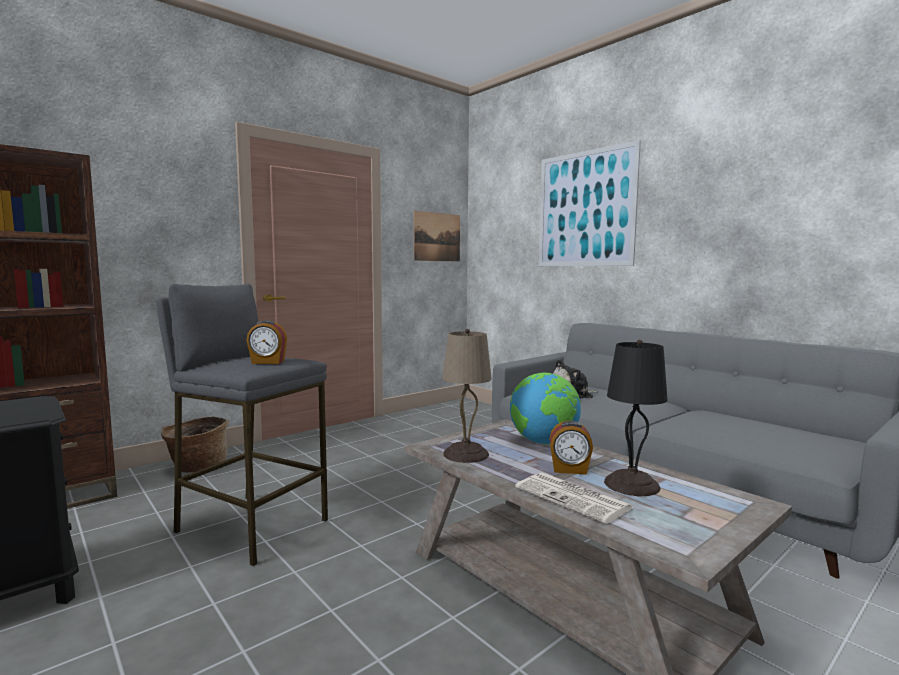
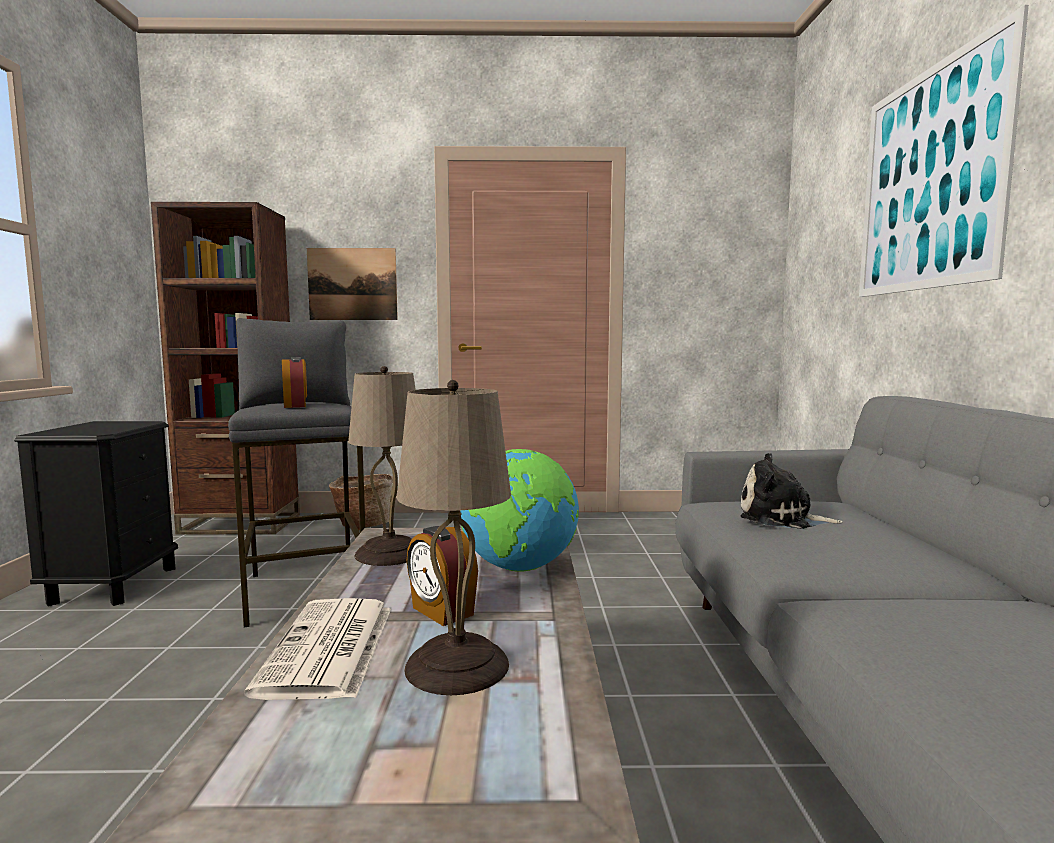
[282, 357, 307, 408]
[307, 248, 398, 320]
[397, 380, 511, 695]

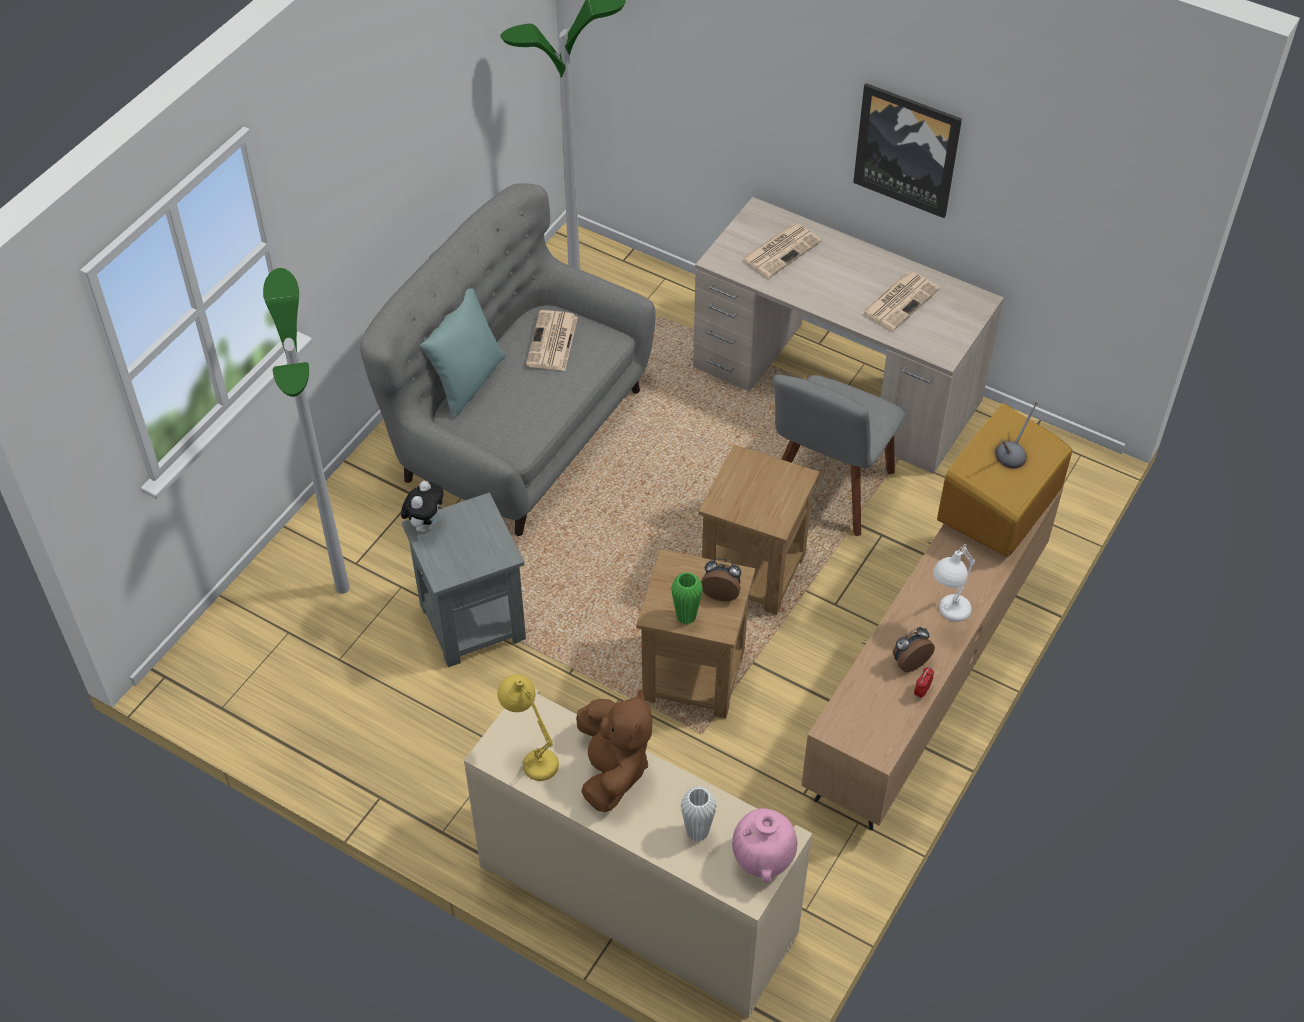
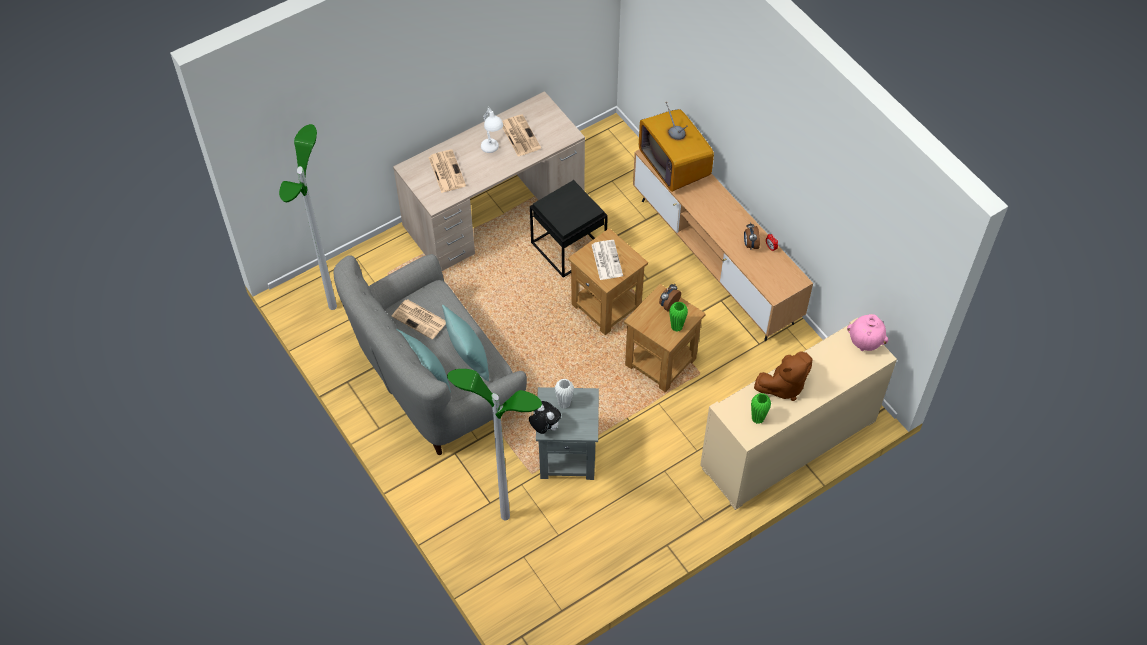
[442, 305, 489, 381]
[481, 106, 503, 153]
[530, 180, 608, 278]
[555, 379, 574, 409]
[592, 240, 623, 280]
[751, 393, 771, 424]
[754, 351, 812, 401]
[853, 83, 962, 218] (first image)

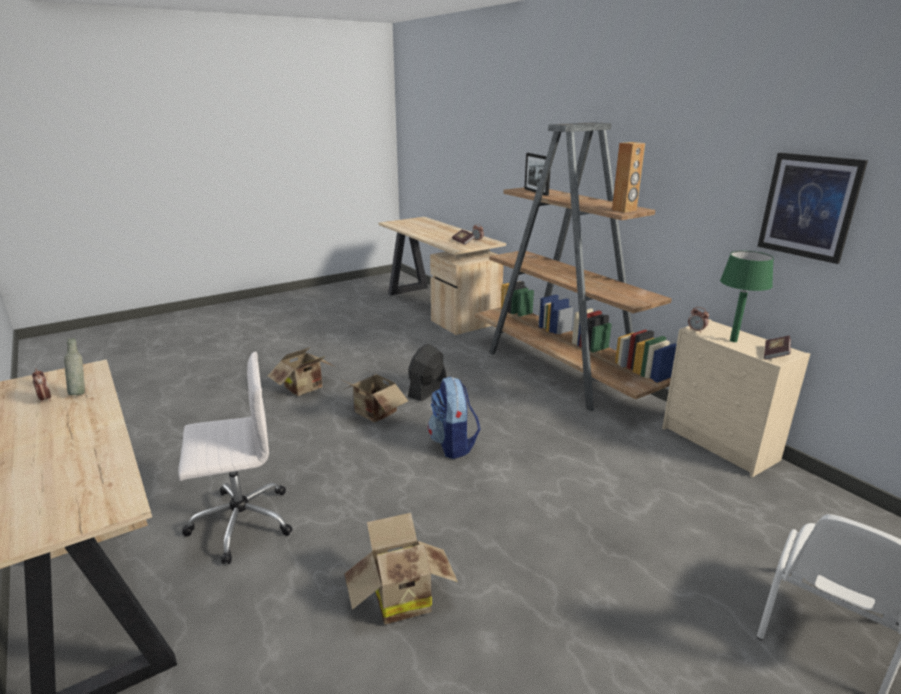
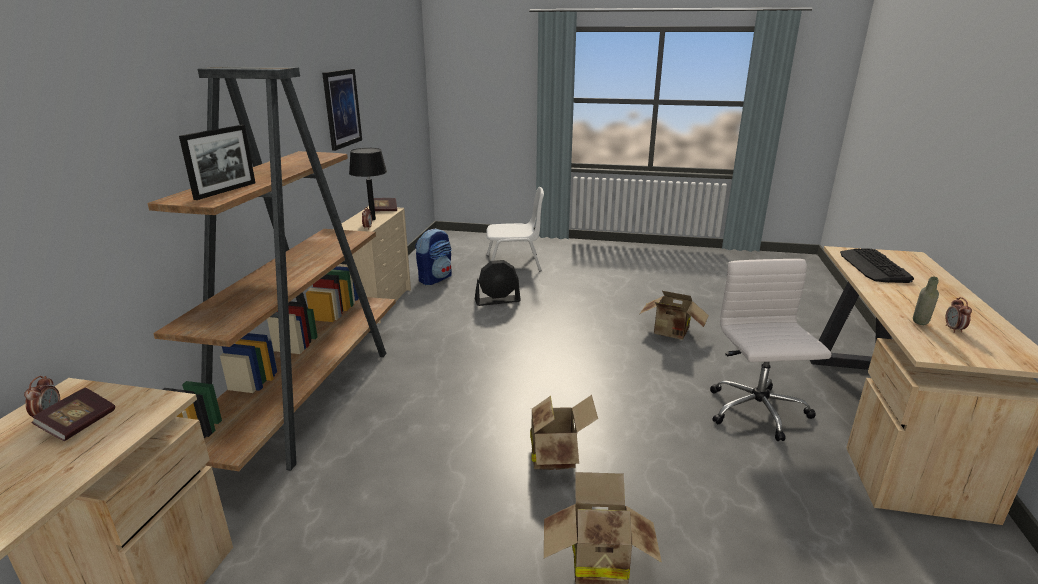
[349, 148, 387, 220]
[415, 228, 452, 285]
[475, 260, 521, 306]
[710, 259, 831, 441]
[840, 248, 914, 283]
[612, 142, 645, 213] (first image)

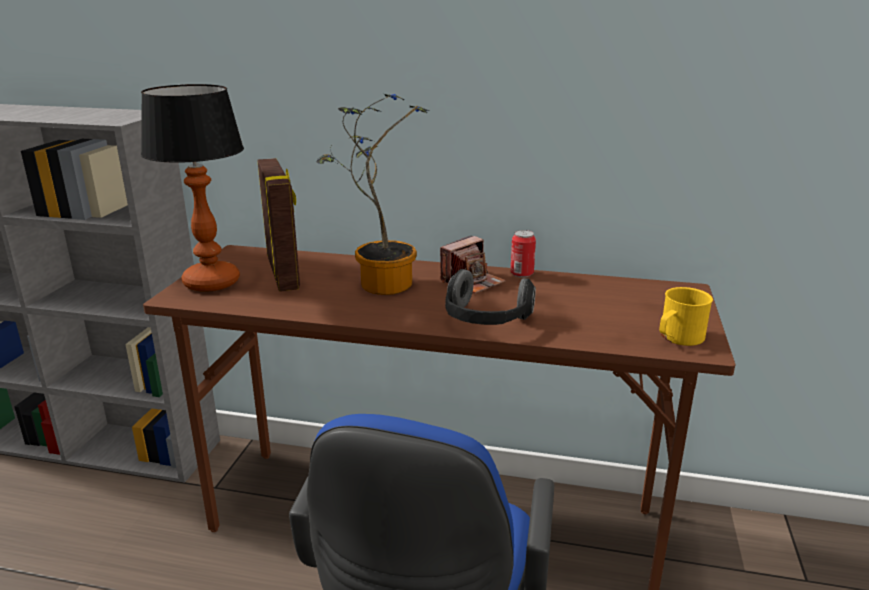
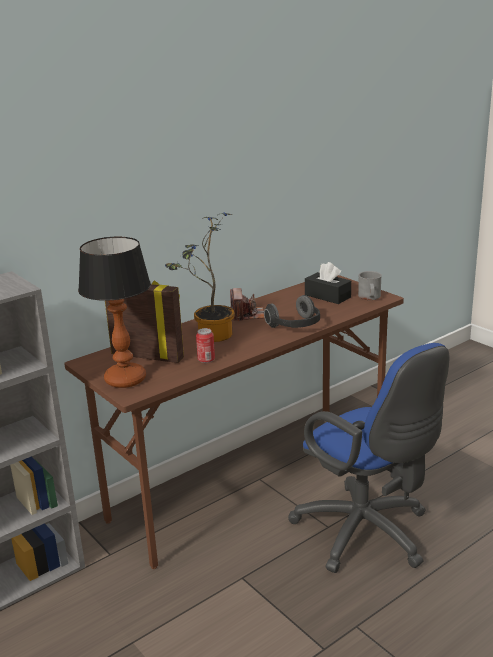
[196, 328, 215, 363]
[305, 262, 351, 304]
[358, 271, 382, 300]

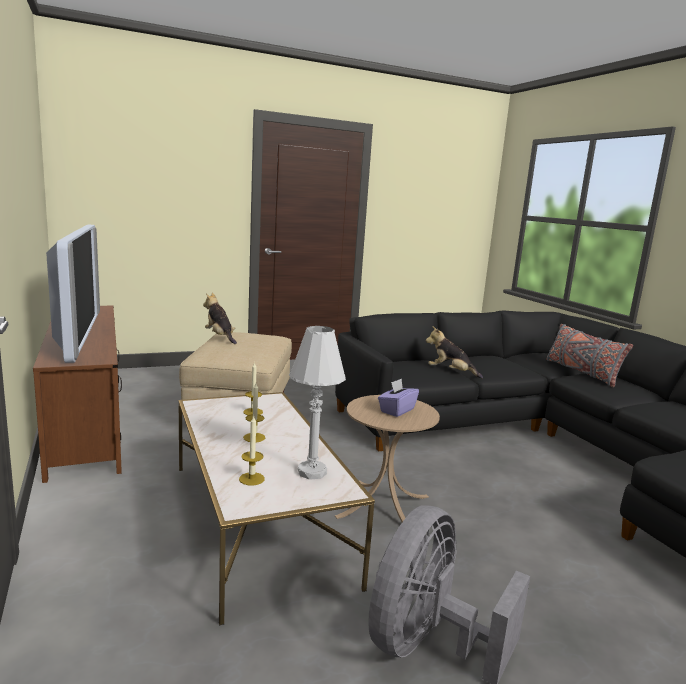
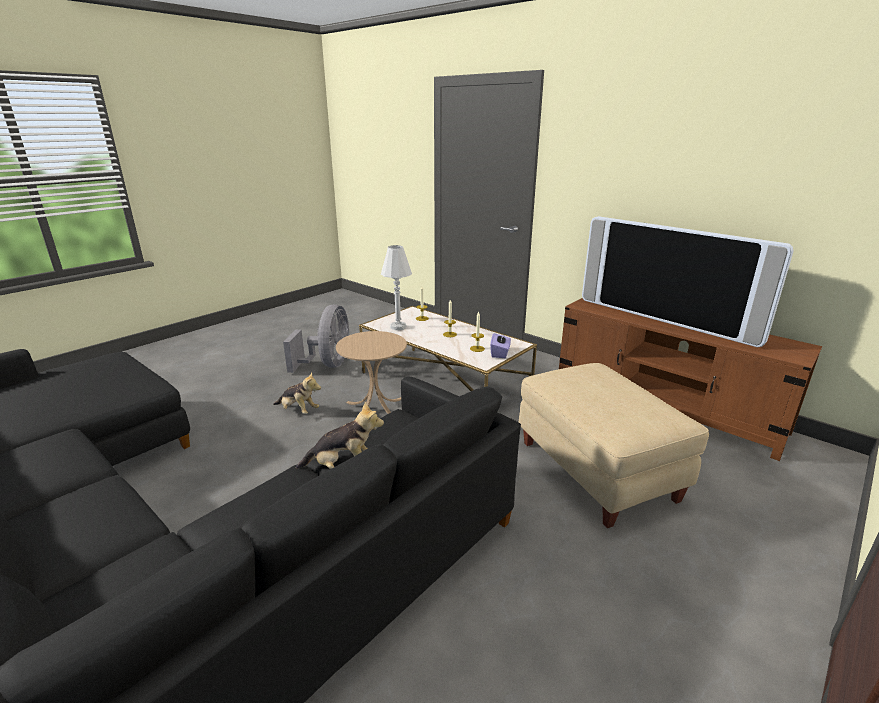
[273, 372, 321, 414]
[490, 332, 511, 358]
[546, 324, 633, 388] (first image)

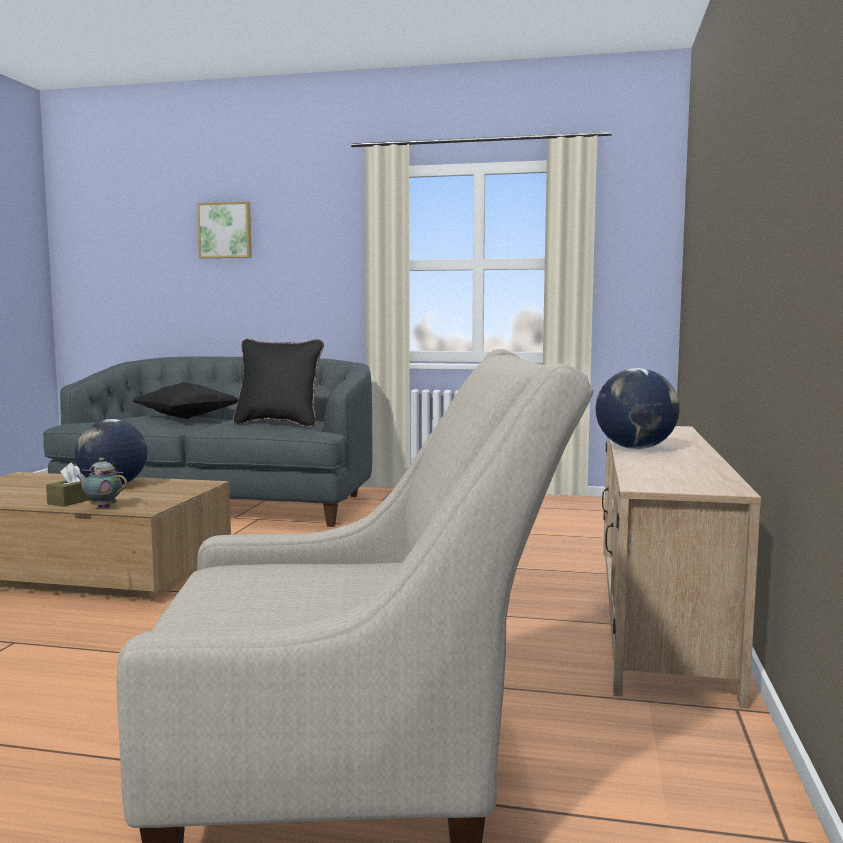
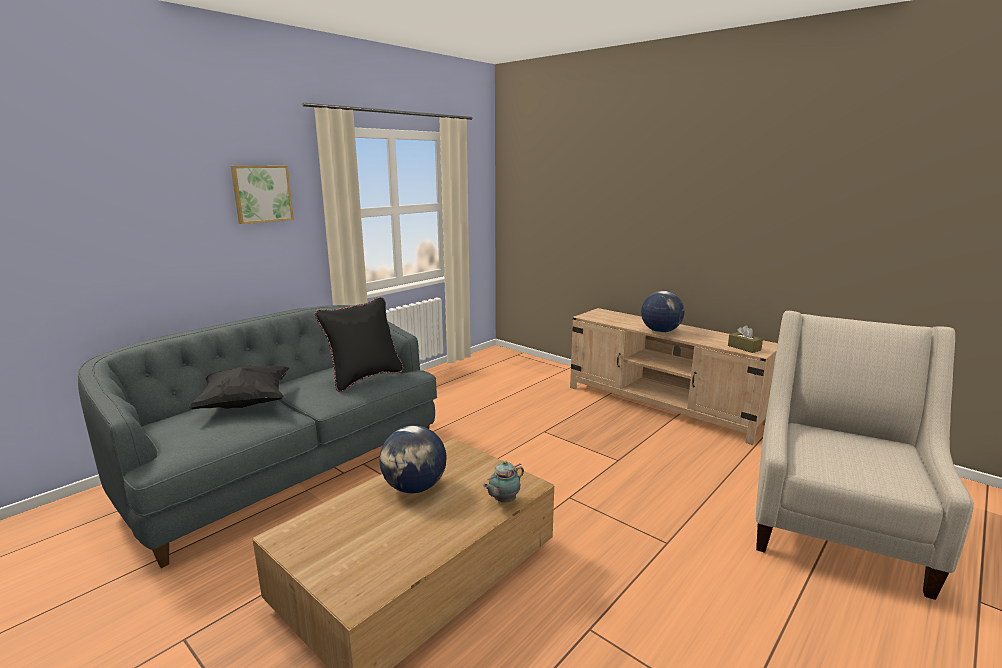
[231, 166, 294, 224]
[728, 325, 763, 353]

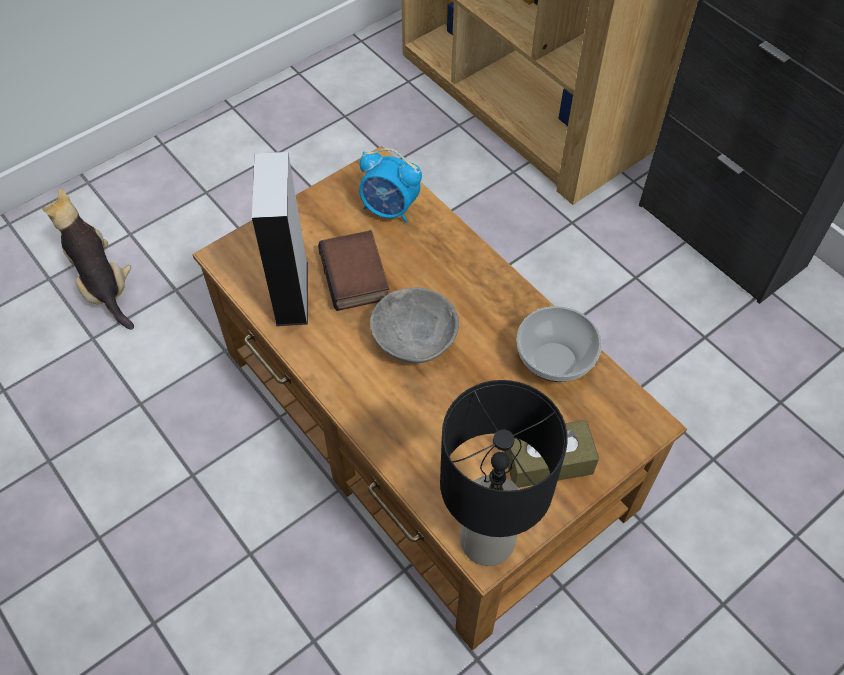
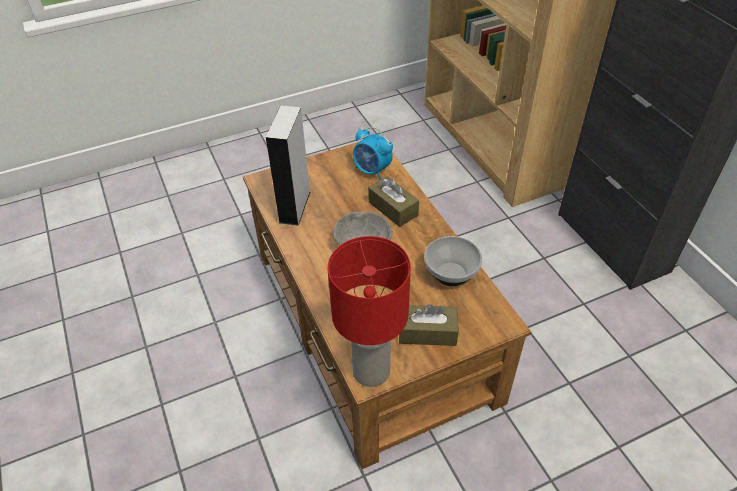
[328, 236, 411, 387]
[368, 176, 419, 227]
[42, 189, 134, 330] (first image)
[318, 230, 389, 311] (first image)

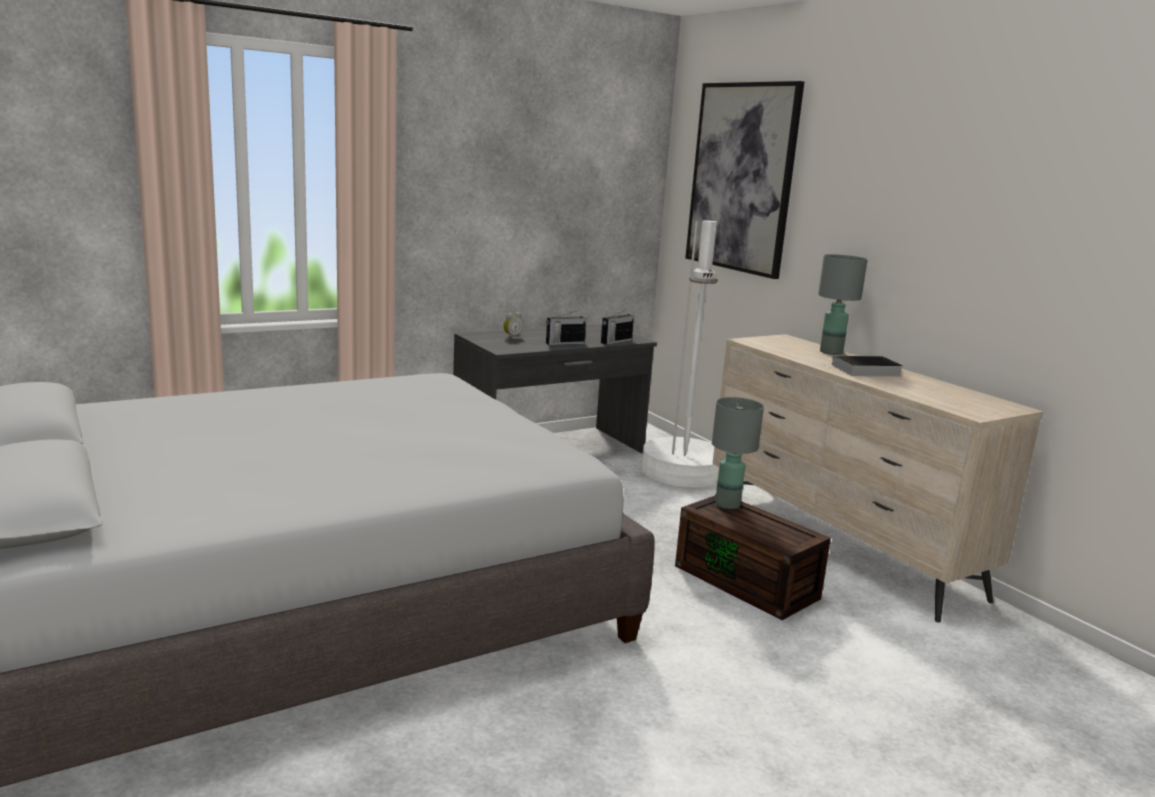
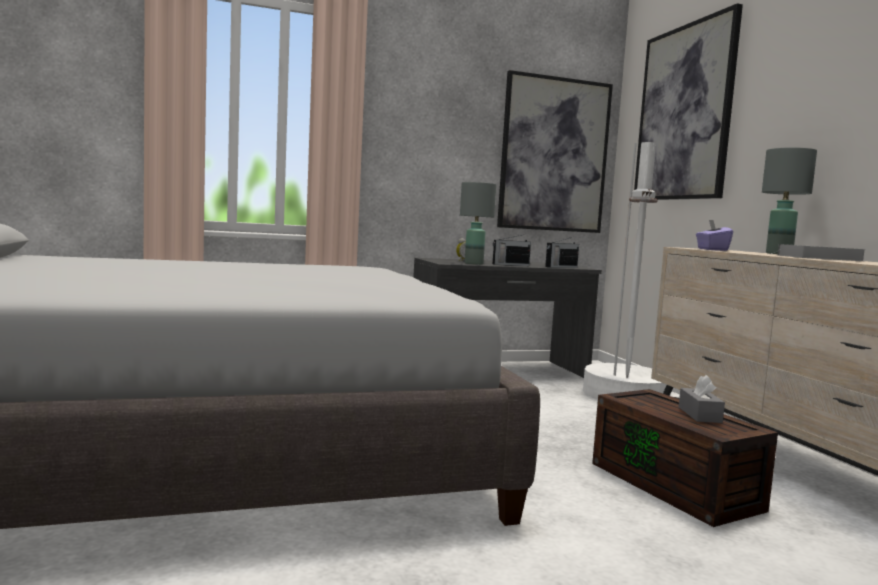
[460, 182, 496, 265]
[497, 70, 613, 233]
[679, 375, 725, 423]
[696, 220, 733, 251]

